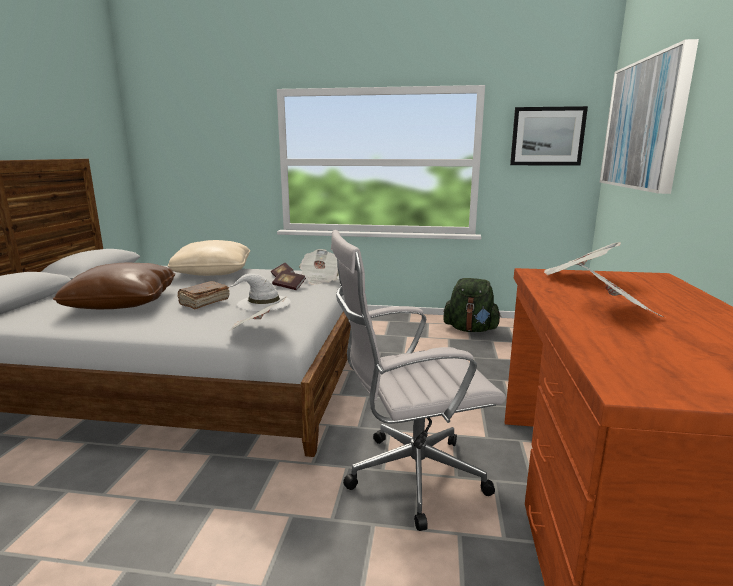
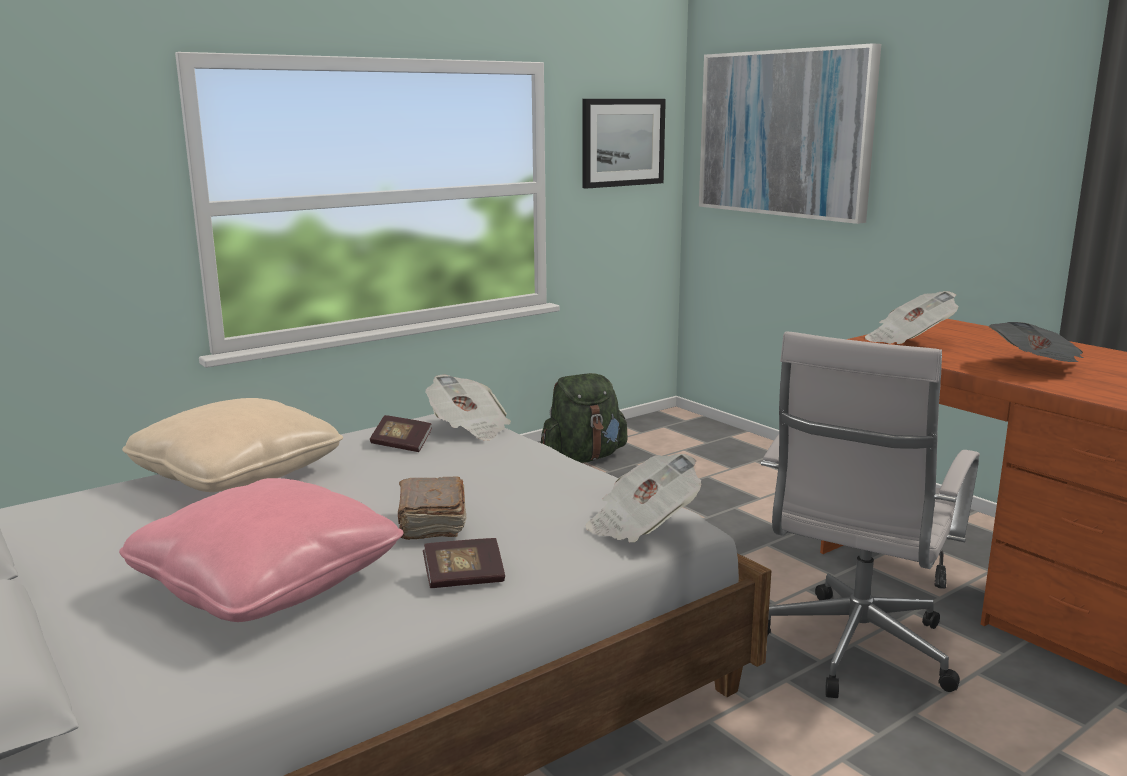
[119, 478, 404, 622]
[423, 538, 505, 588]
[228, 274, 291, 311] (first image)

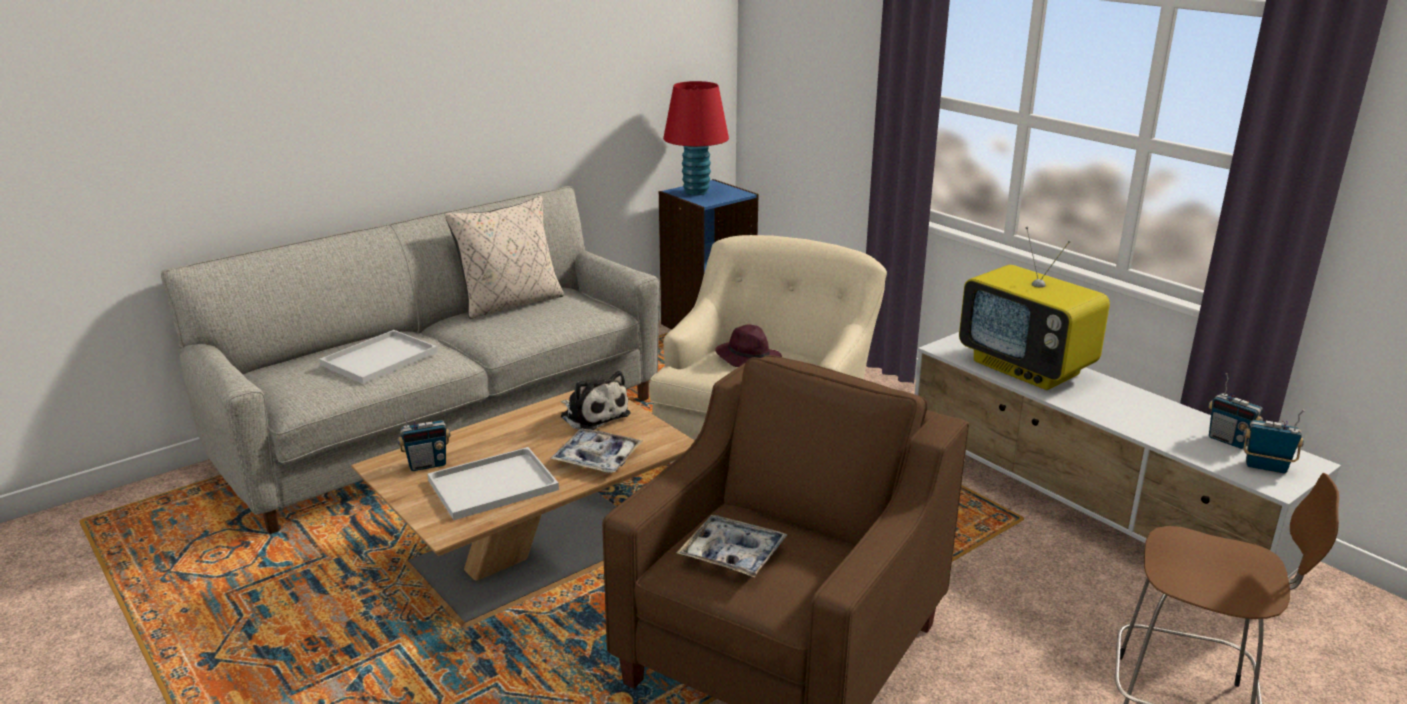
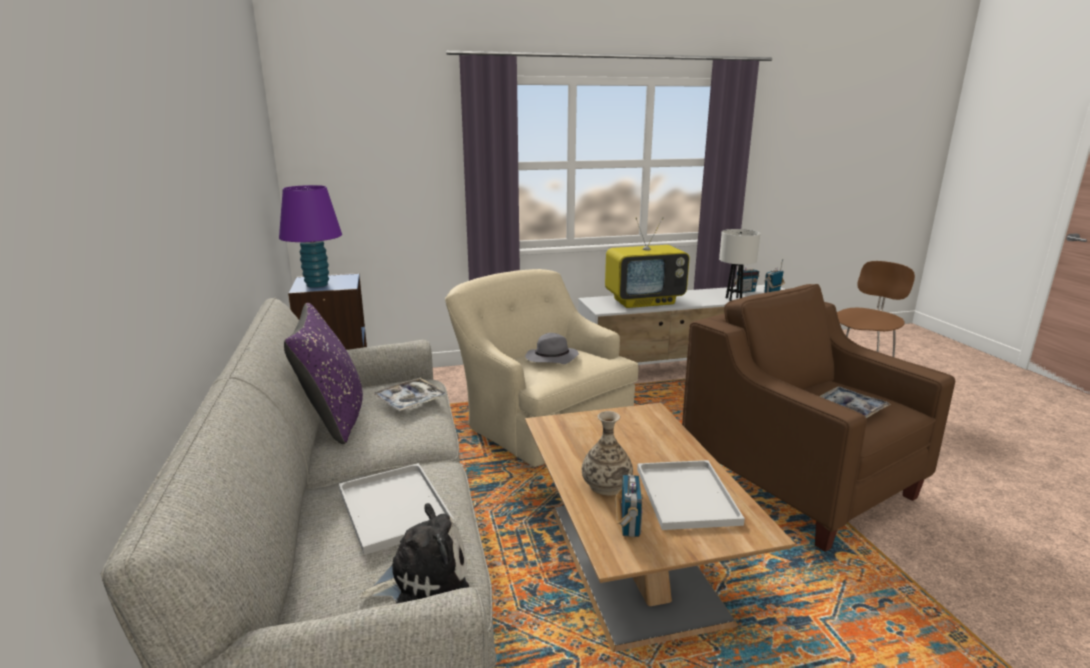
[279, 185, 342, 288]
[284, 303, 363, 444]
[359, 503, 469, 604]
[372, 378, 448, 411]
[525, 333, 579, 364]
[582, 411, 633, 496]
[719, 229, 760, 301]

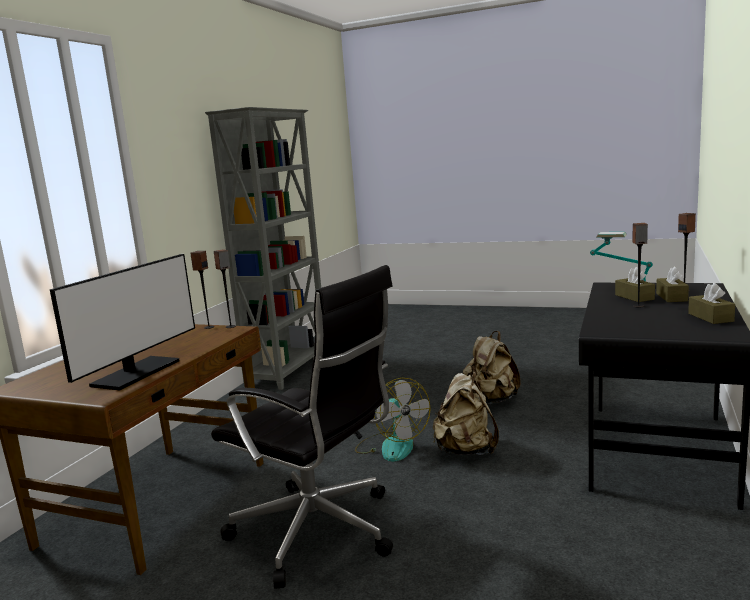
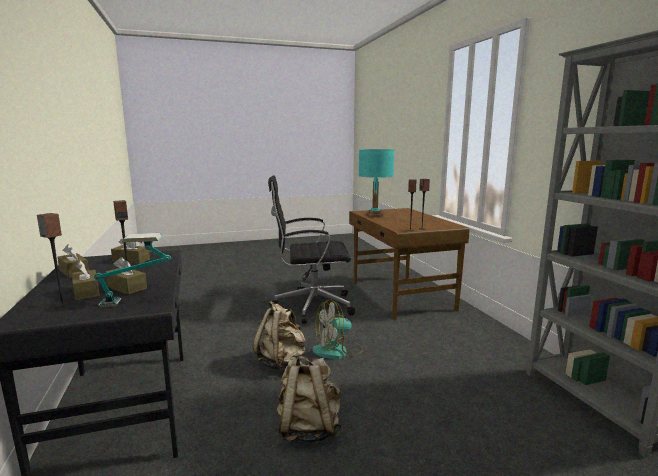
[111, 236, 150, 264]
[312, 299, 363, 359]
[359, 149, 394, 217]

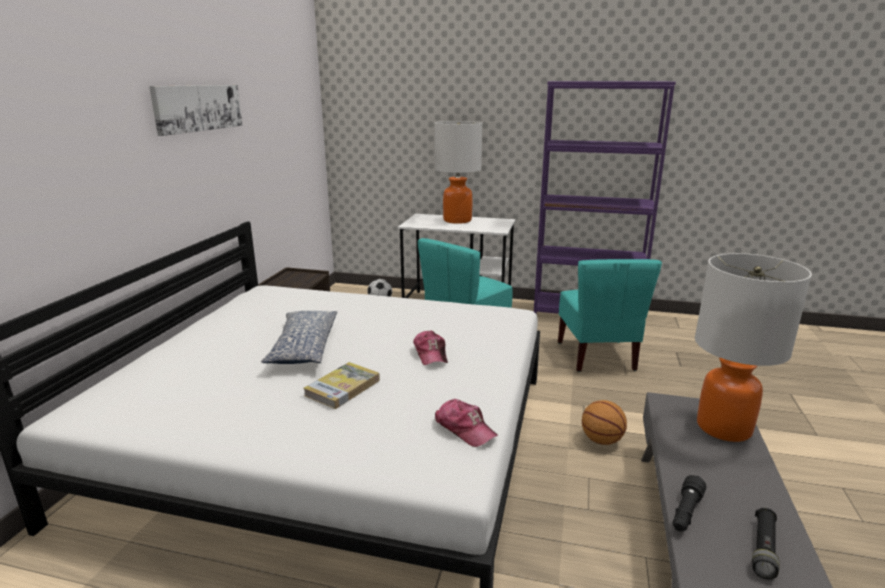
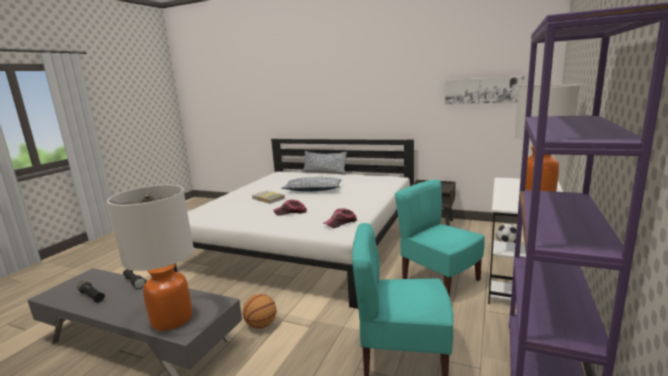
[302, 151, 347, 175]
[324, 208, 357, 228]
[445, 76, 524, 104]

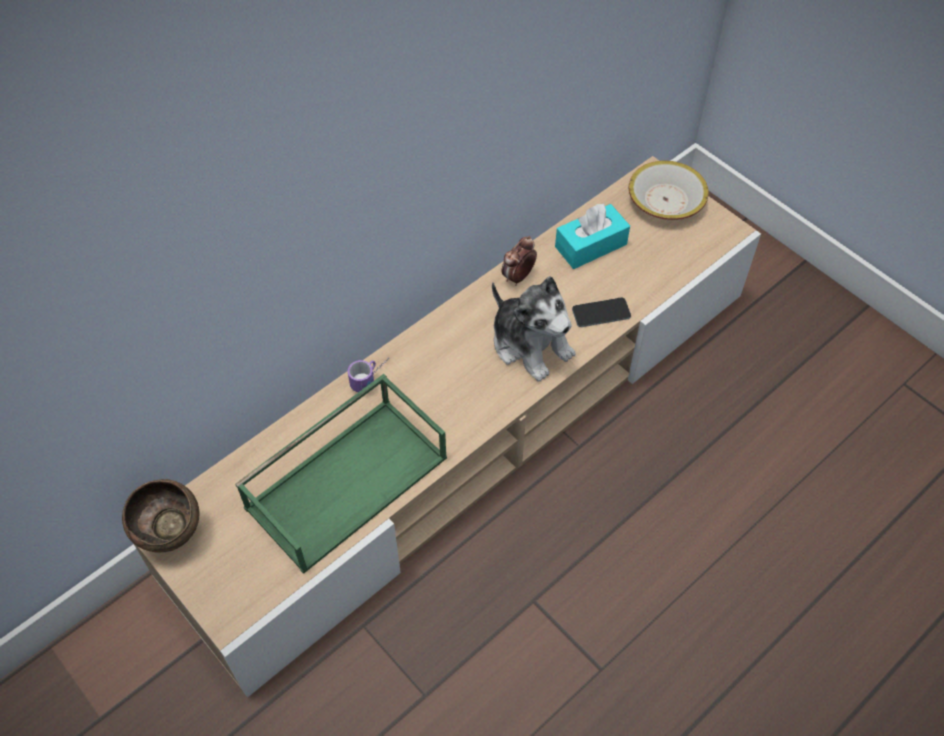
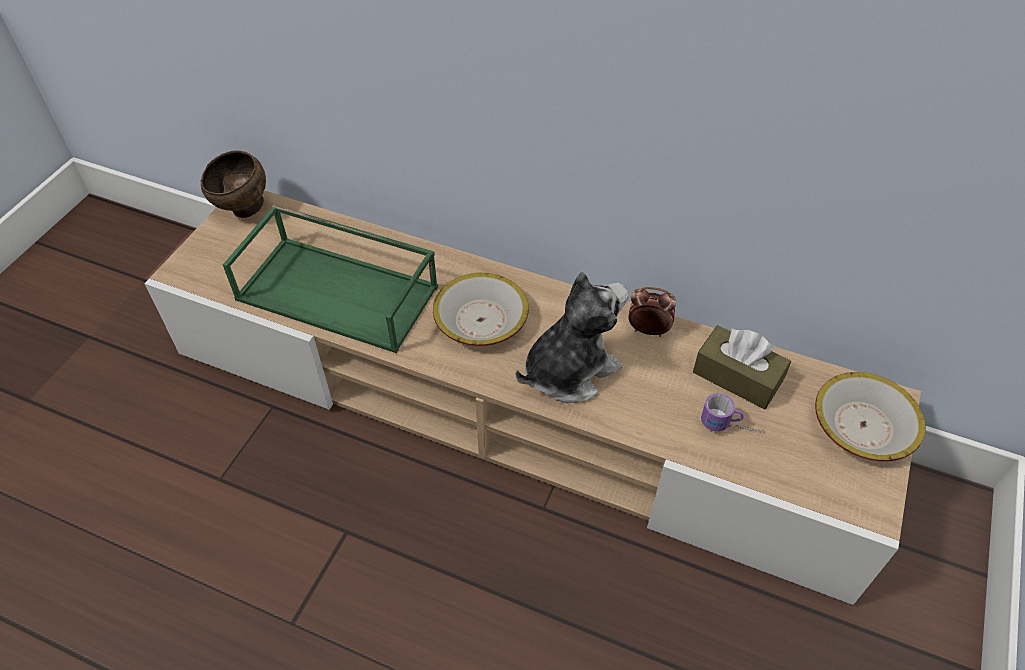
[433, 273, 529, 346]
[516, 272, 628, 403]
[693, 325, 791, 409]
[701, 393, 764, 433]
[572, 297, 631, 327] (first image)

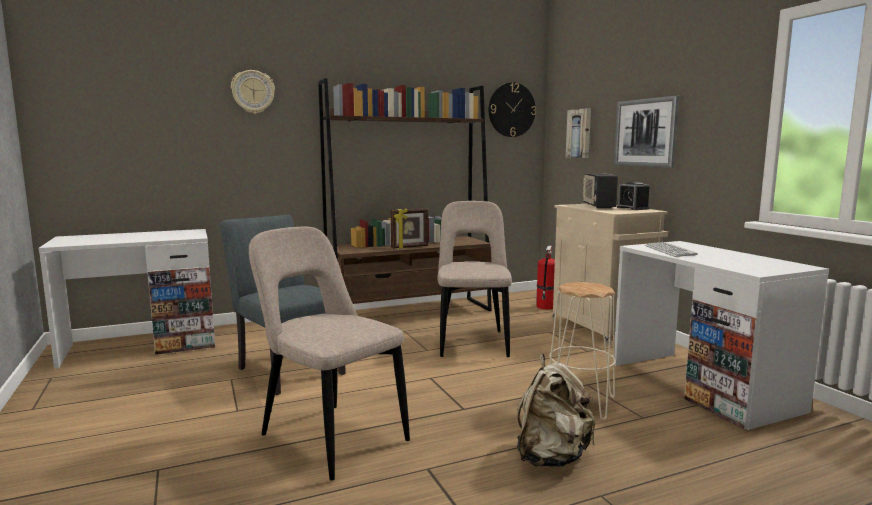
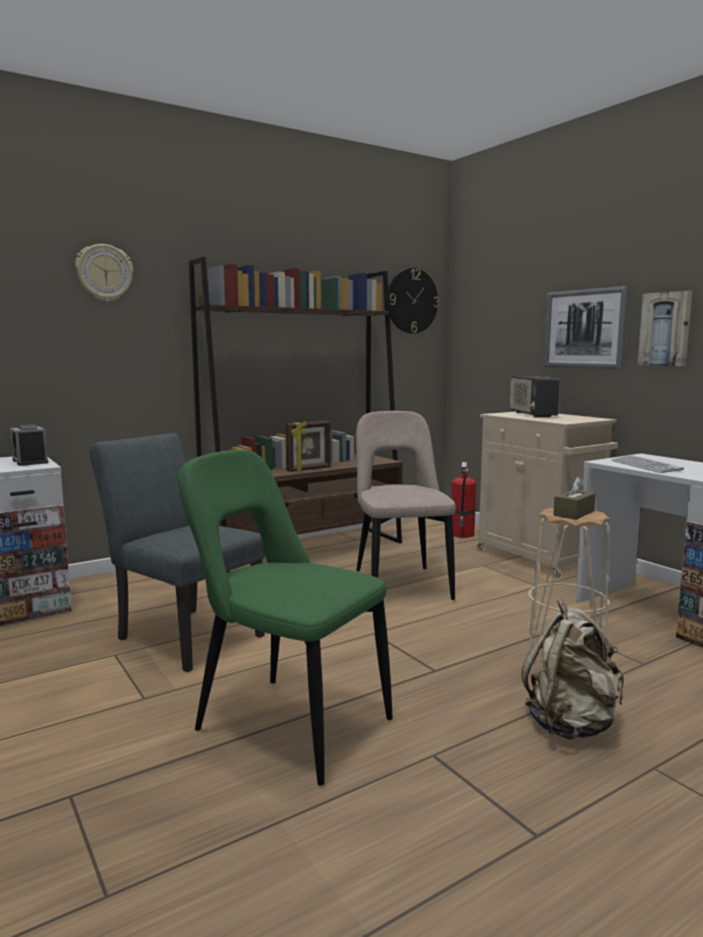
[10, 424, 48, 466]
[178, 450, 393, 785]
[553, 476, 596, 520]
[638, 291, 692, 366]

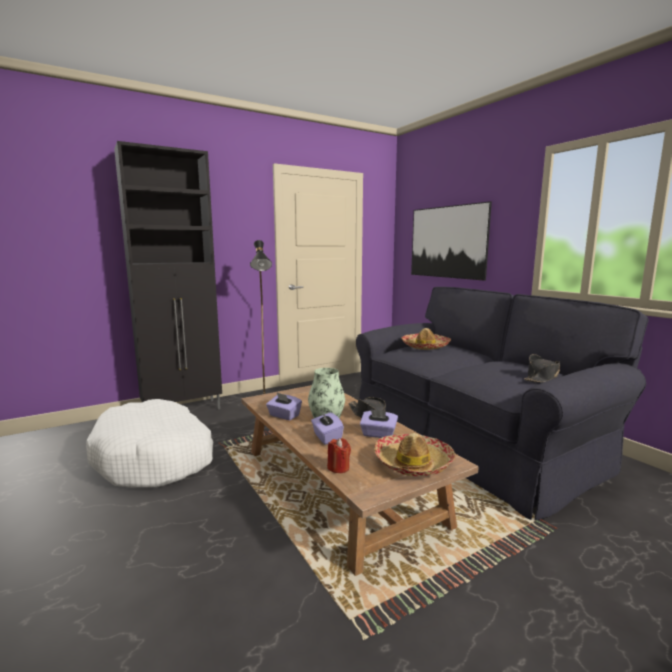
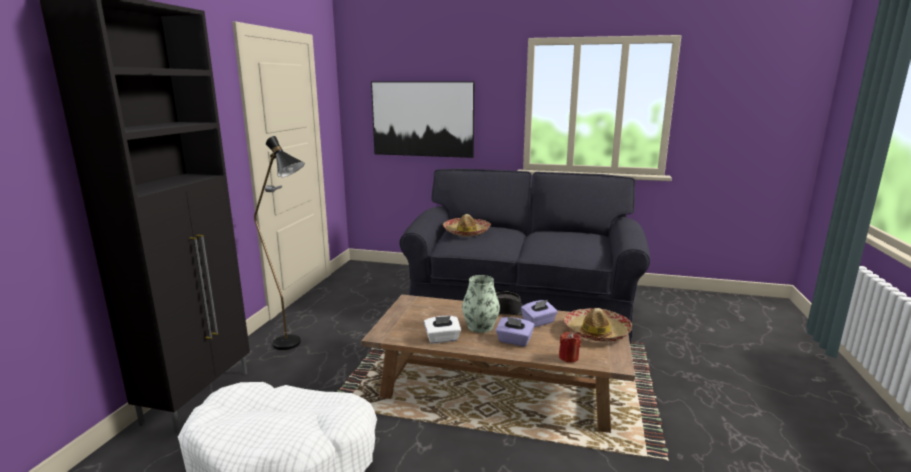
[424, 316, 461, 344]
[524, 354, 560, 382] (first image)

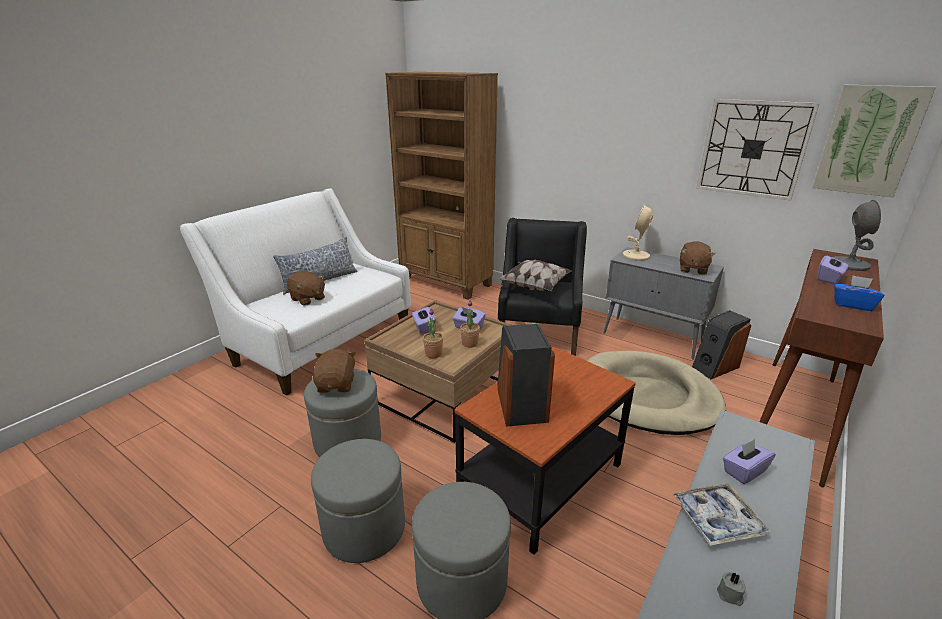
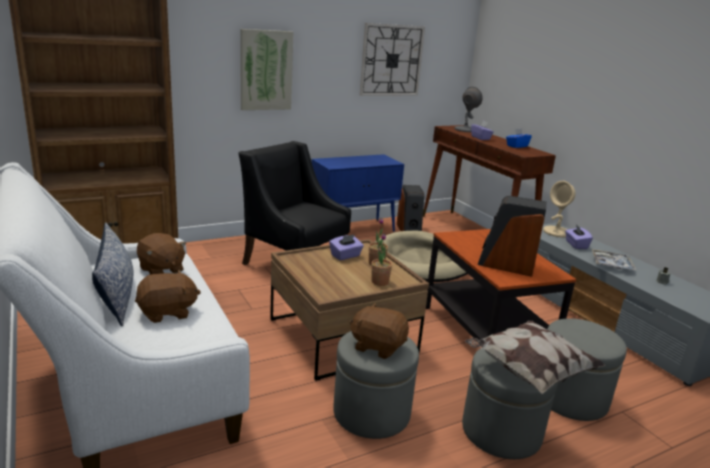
[137, 233, 186, 275]
[240, 29, 293, 110]
[312, 154, 404, 232]
[465, 321, 605, 394]
[543, 181, 575, 238]
[412, 306, 436, 334] (first image)

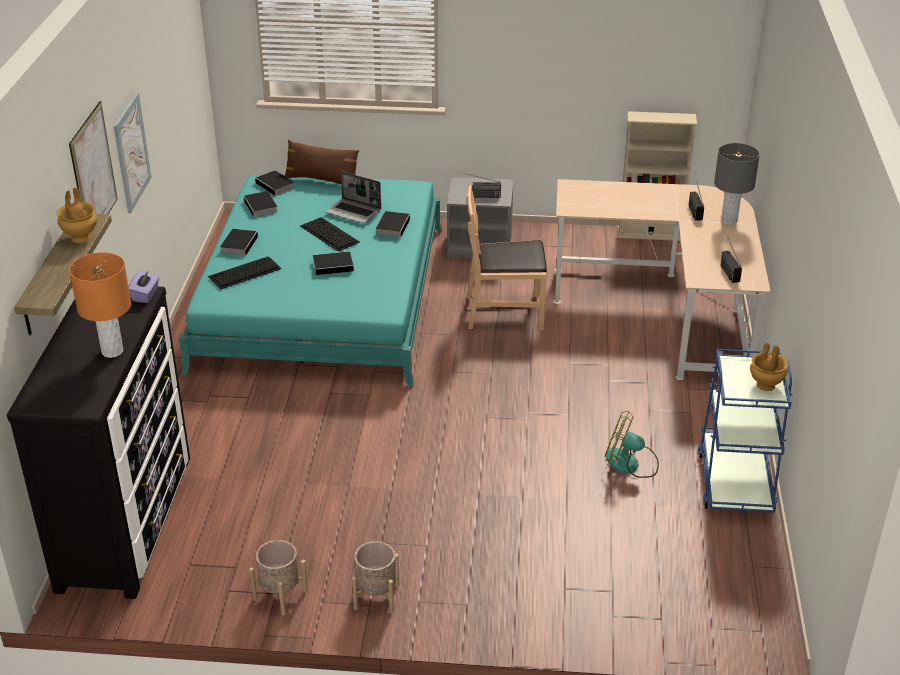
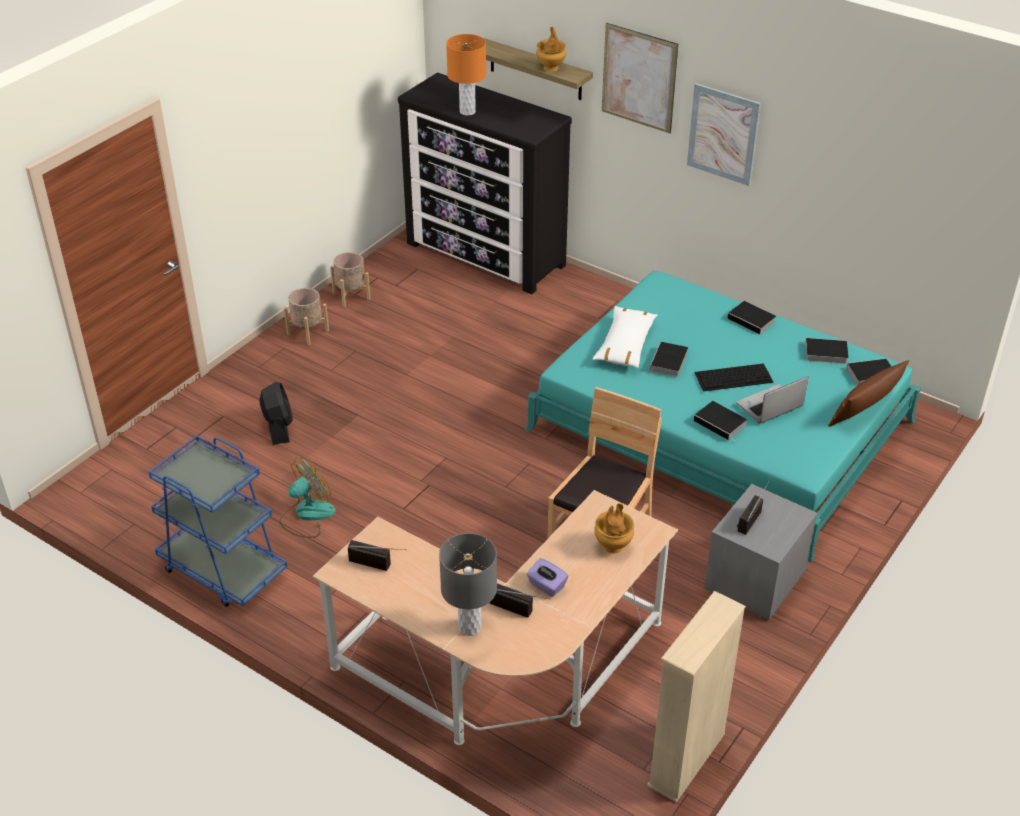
[259, 382, 293, 445]
[527, 558, 568, 597]
[593, 306, 658, 368]
[594, 503, 634, 553]
[208, 256, 281, 290] (first image)

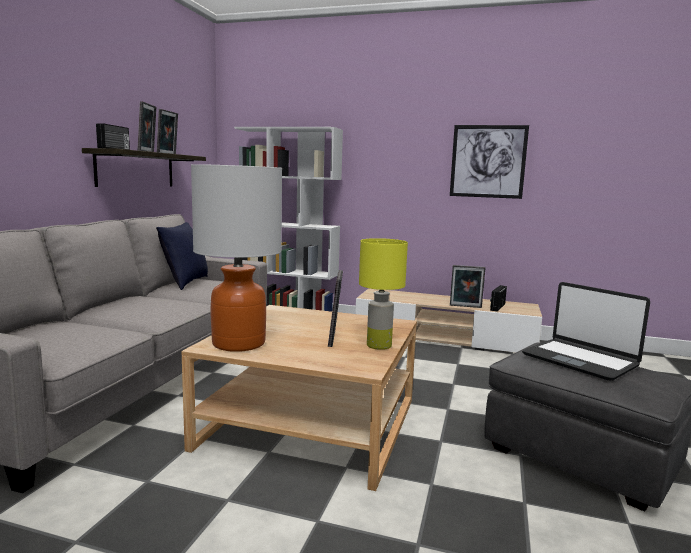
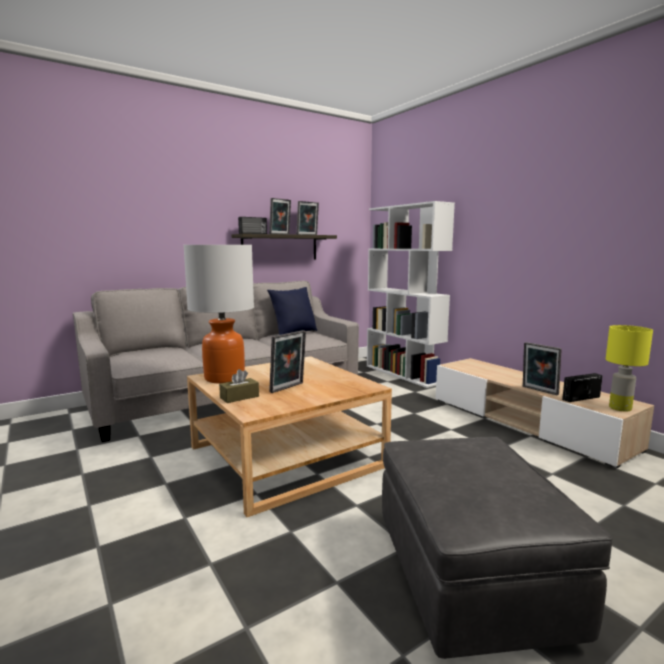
[219, 369, 259, 403]
[606, 325, 653, 412]
[450, 125, 529, 199] (first image)
[522, 282, 650, 381] (first image)

